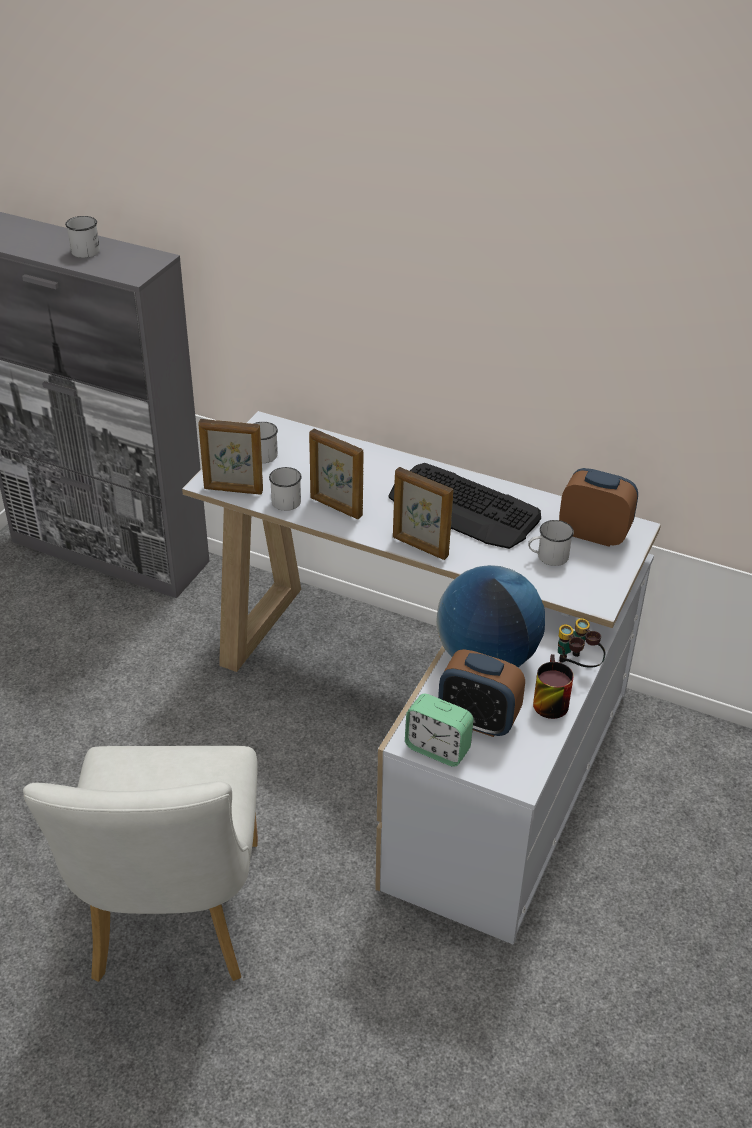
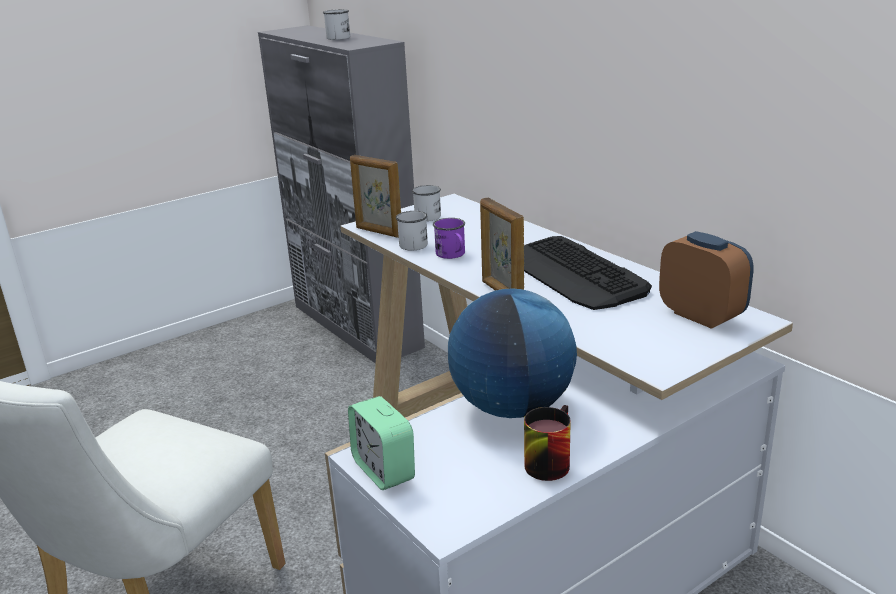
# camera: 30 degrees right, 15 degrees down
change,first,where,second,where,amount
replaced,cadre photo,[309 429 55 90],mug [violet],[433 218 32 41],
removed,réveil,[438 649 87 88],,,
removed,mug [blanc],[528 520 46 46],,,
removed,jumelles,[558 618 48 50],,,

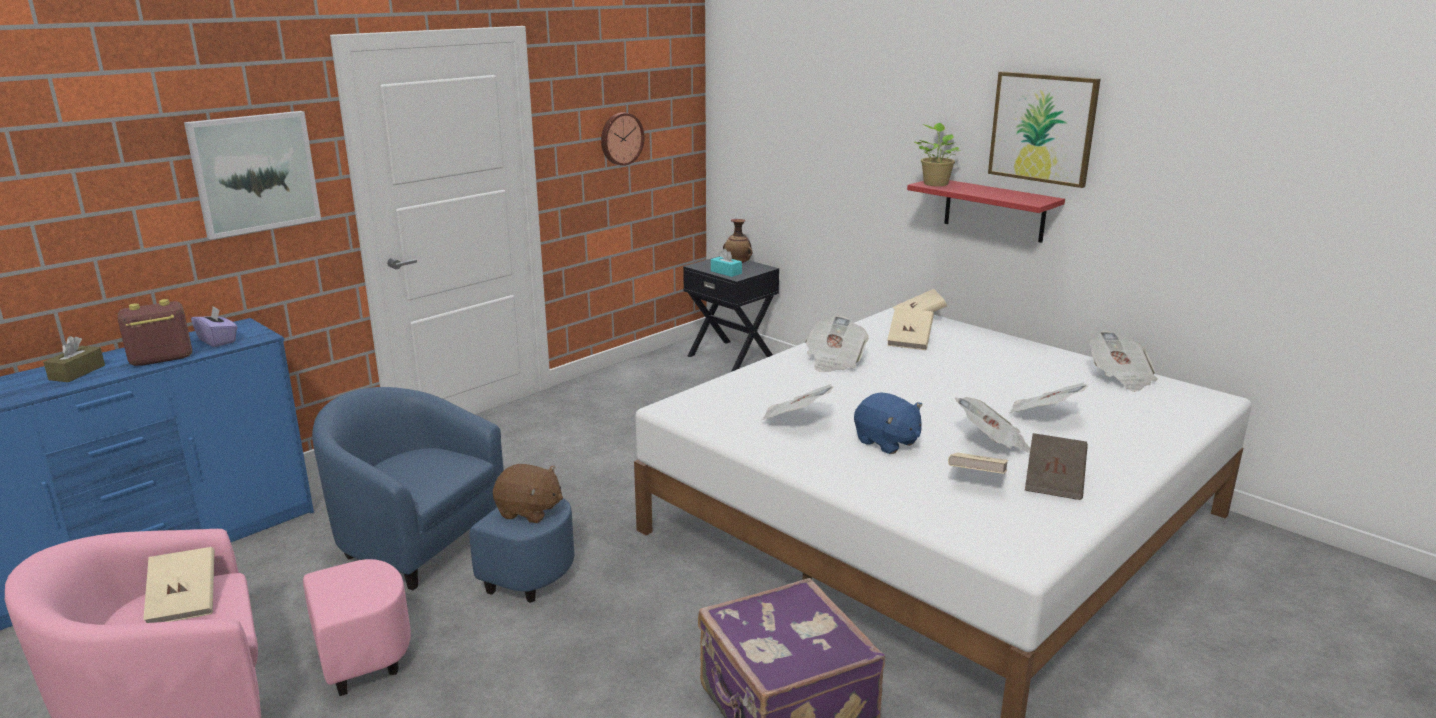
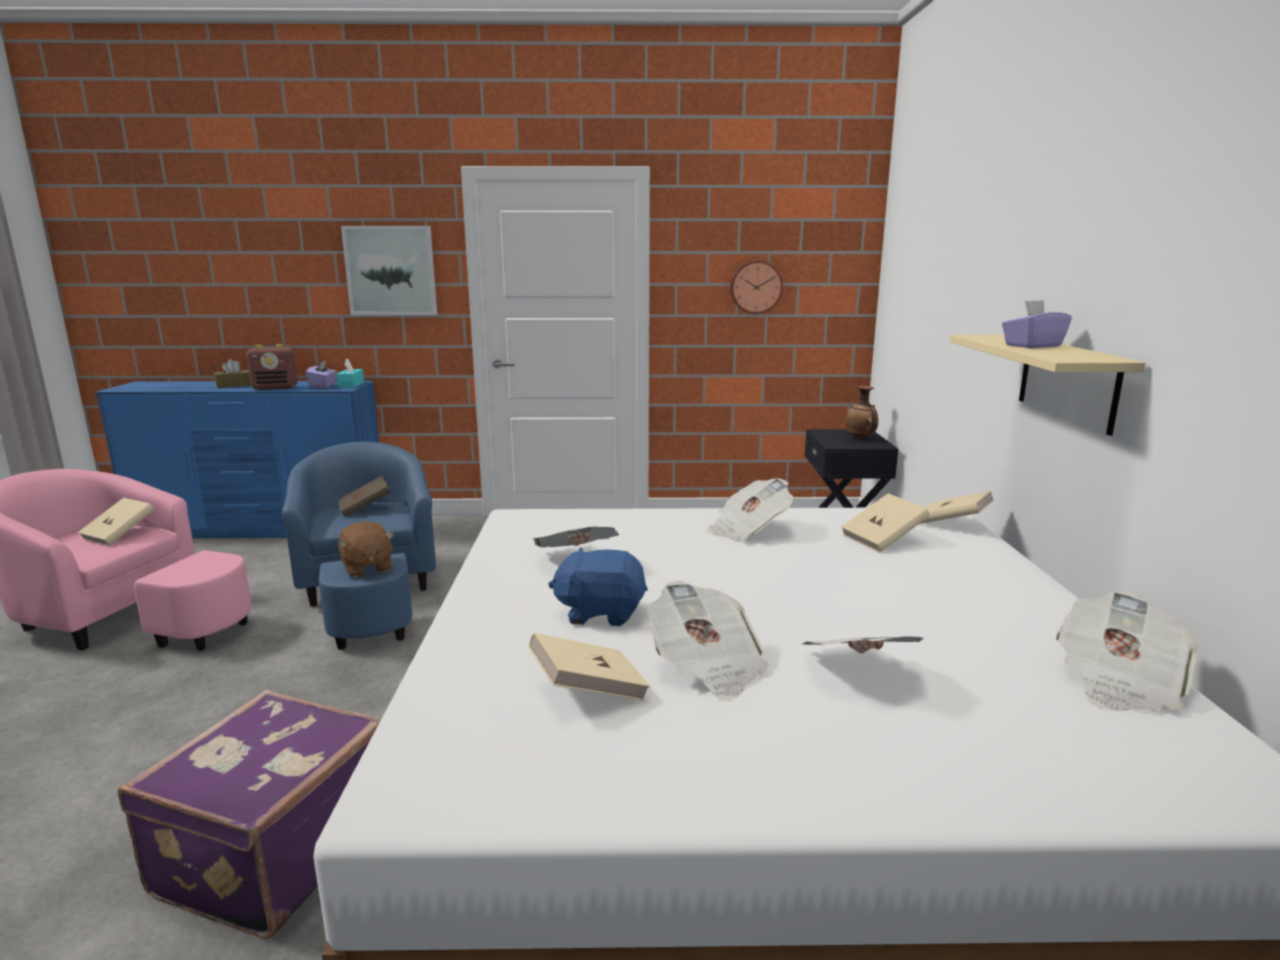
# camera: 45 degrees right, 5 degrees down
change,first,where,second,where,amount
turned,radio,[118 299 74 67],,[247 344 50 46],150 degrees clockwise
moved,boîte à mouchoirs [turquoise],[711 249 31 28],,[336 359 28 29],
moved,livre [marron],[1025 433 63 67],,[338 476 53 41],
turned,peluche [bleu],[854 392 68 62],,[548 547 100 79],90 degrees clockwise
recoloured,étagère [rouge],[907 180 158 63],étagère [beige],[950 335 196 101],
added,,,boîte à mouchoirs [violet],[1002 300 70 48],
removed,plante en pot,[913 123 48 63],,,
removed,tableau,[988 71 113 117],,,

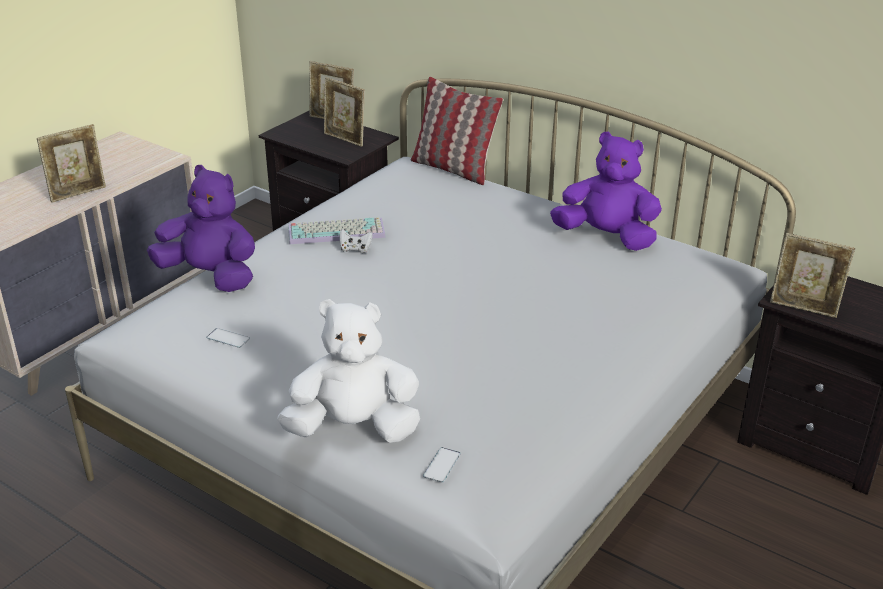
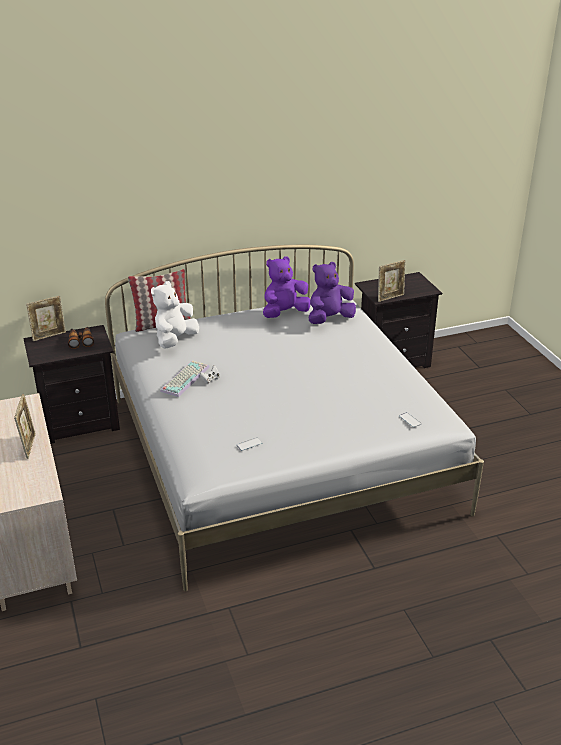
# camera: 55 degrees left, 0 degrees up
change,first,where,second,where,amount
replaced,cadre photo,[324 77 41 70],jumelles,[68 327 26 22],
moved,peluche [blanc],[277 299 143 144],,[151 281 48 68],
moved,peluche [violet],[147 165 108 127],,[309 262 47 62],

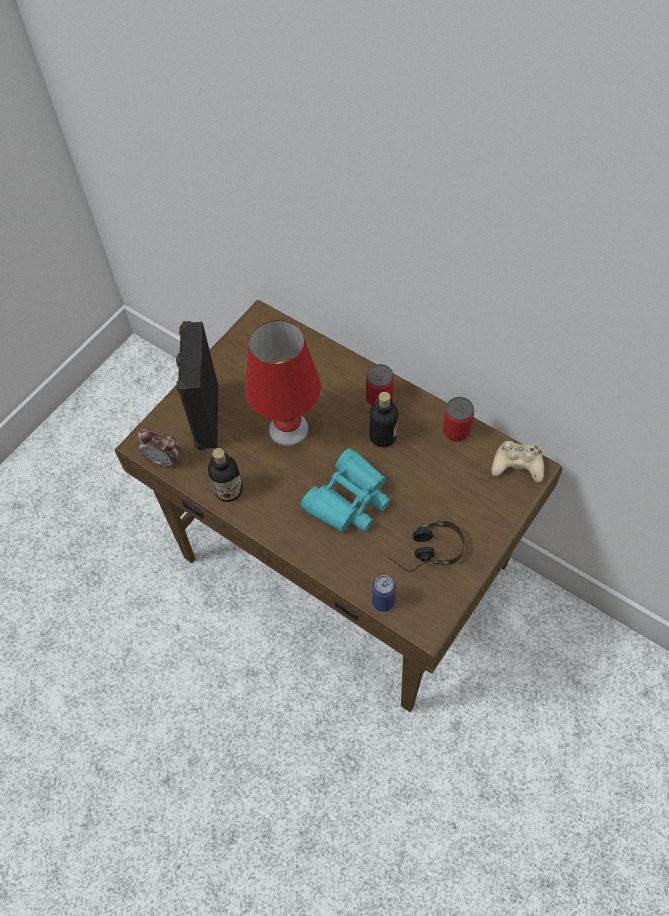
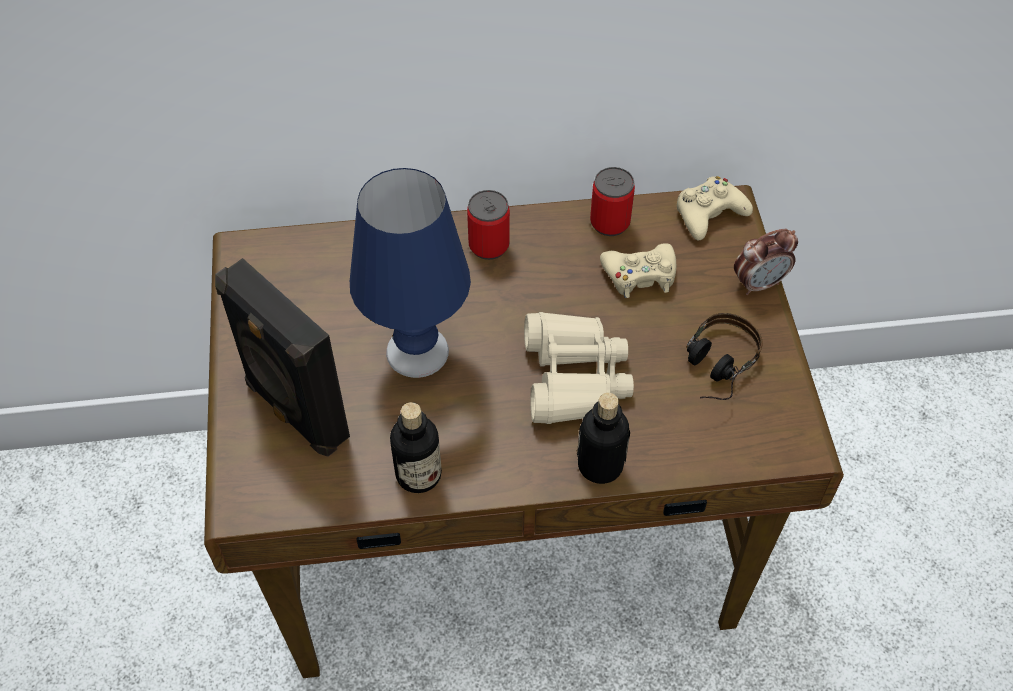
# camera: 45 degrees left, 5 degrees down
change,first,where,second,where,amount
recoloured,lampe de table [rouge],[245 320 76 126],lampe de table [bleu],[350 168 121 210],
recoloured,jumelles [turquoise],[301 448 90 84],jumelles [beige],[524 312 110 112],
moved,bouteille,[369 392 29 55],,[577 393 53 91],
added,,,manette [beige],[600 244 76 54],
moved,réveil,[138 428 42 40],,[734 229 64 66],
removed,boîte métallique,[372 575 24 37],,,

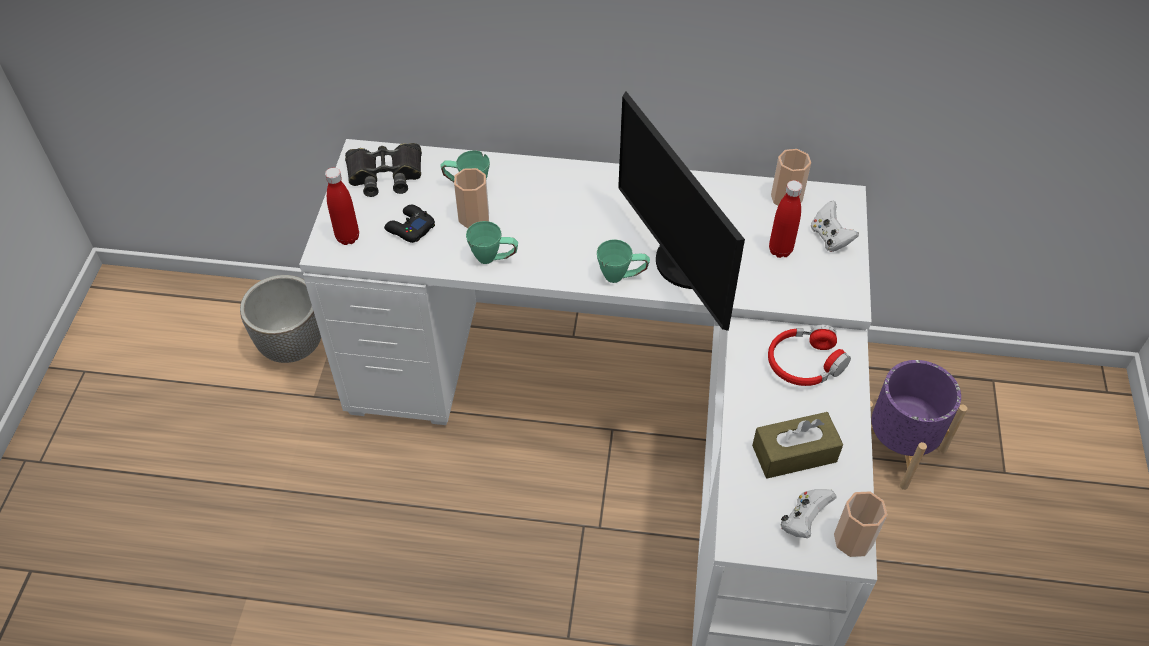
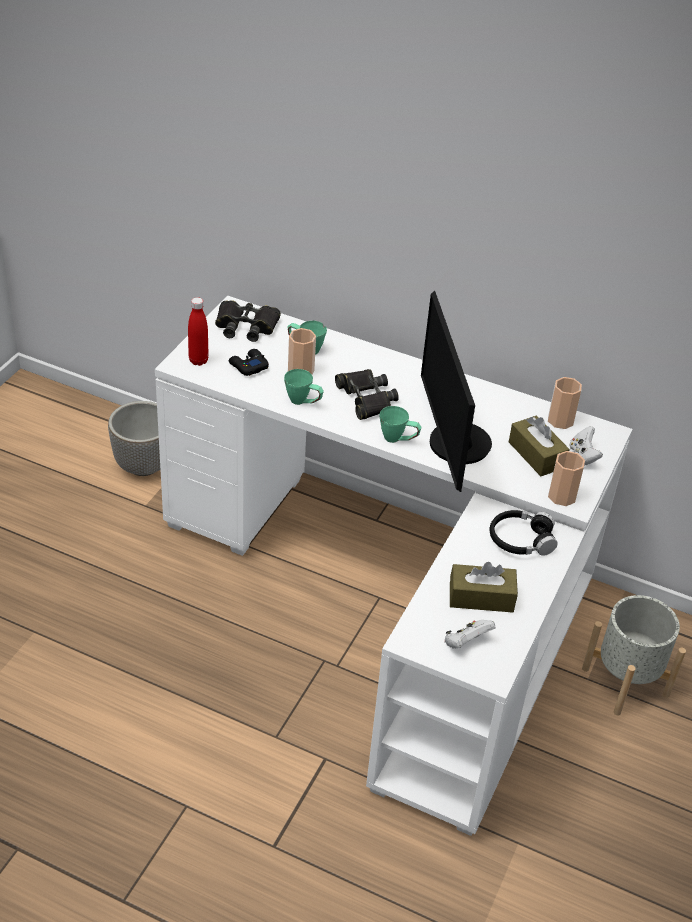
# camera: 15 degrees right, 10 degrees down
change,first,where,second,where,amount
added,,,jumelles [noir],[335 369 64 51],
recoloured,casque audio [rouge],[768 324 83 62],casque audio [noir],[490 510 68 46],
replaced,bouteille [rouge],[769 180 33 78],boîte à mouchoirs [marron],[509 416 61 60],
moved,tasse,[834 491 53 66],,[548 451 37 55],
recoloured,cache-pot [violet],[870 360 97 130],cache-pot [gris],[582 595 104 120],

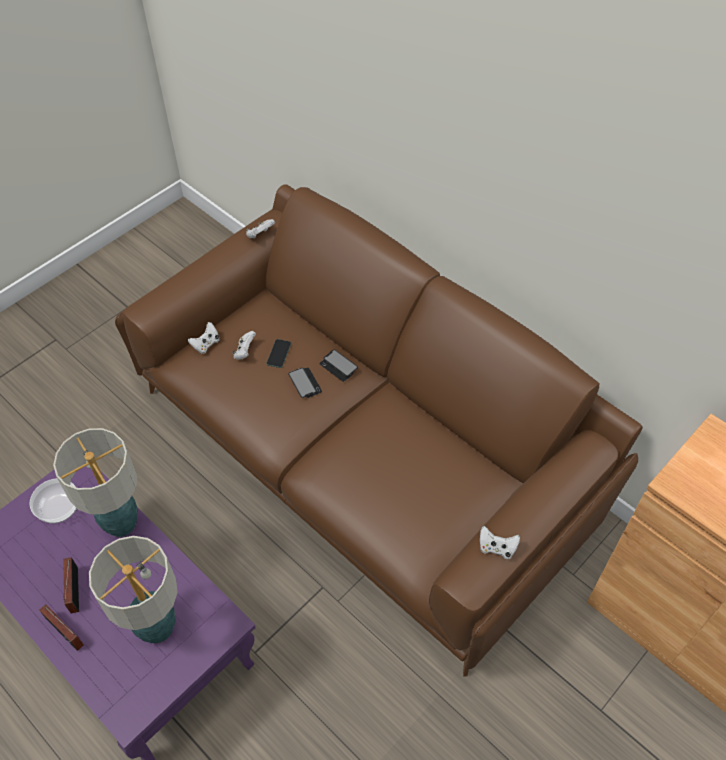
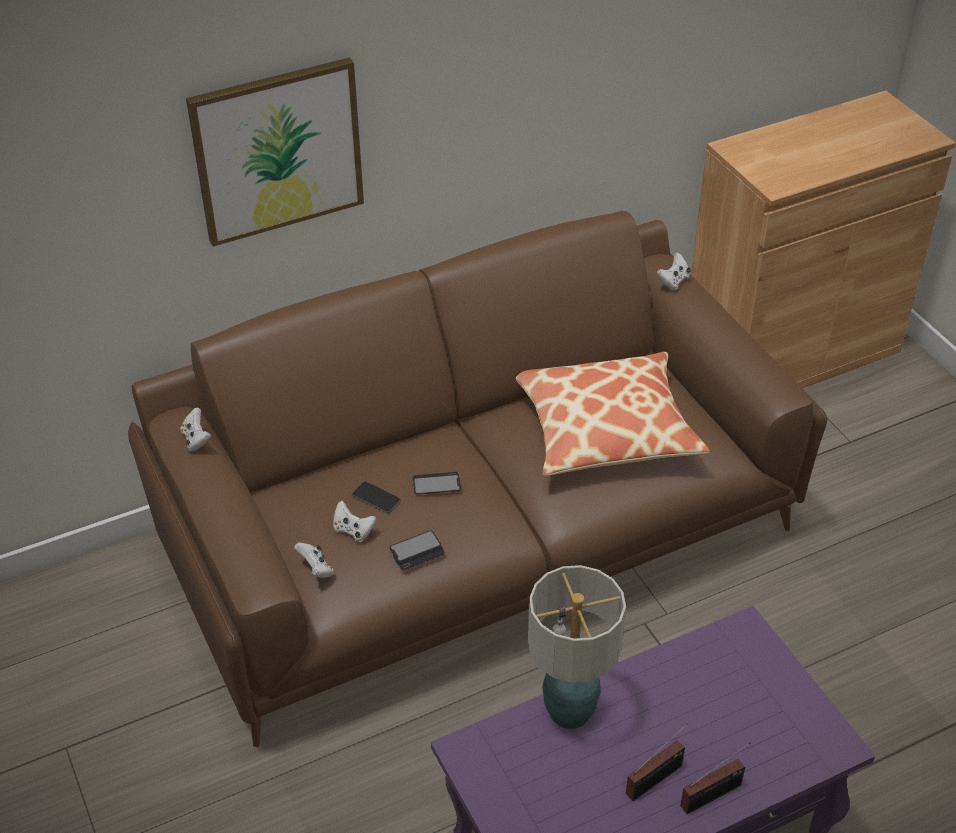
# camera: 70 degrees left, 10 degrees down
change,first,where,second,where,amount
added,,,tableau,[186 57 178 190],
moved,téléphone,[320 349 38 33],,[389 530 56 40],
added,,,coussin,[516 352 194 124],
turned,radio,[63 557 16 56],,[626 723 63 78],45 degrees counterclockwise
moved,manette [blanc],[480 526 40 33],,[657 253 34 37],
removed,bol,[30 478 47 46],,,
removed,lampe de table,[89 536 89 108],,,

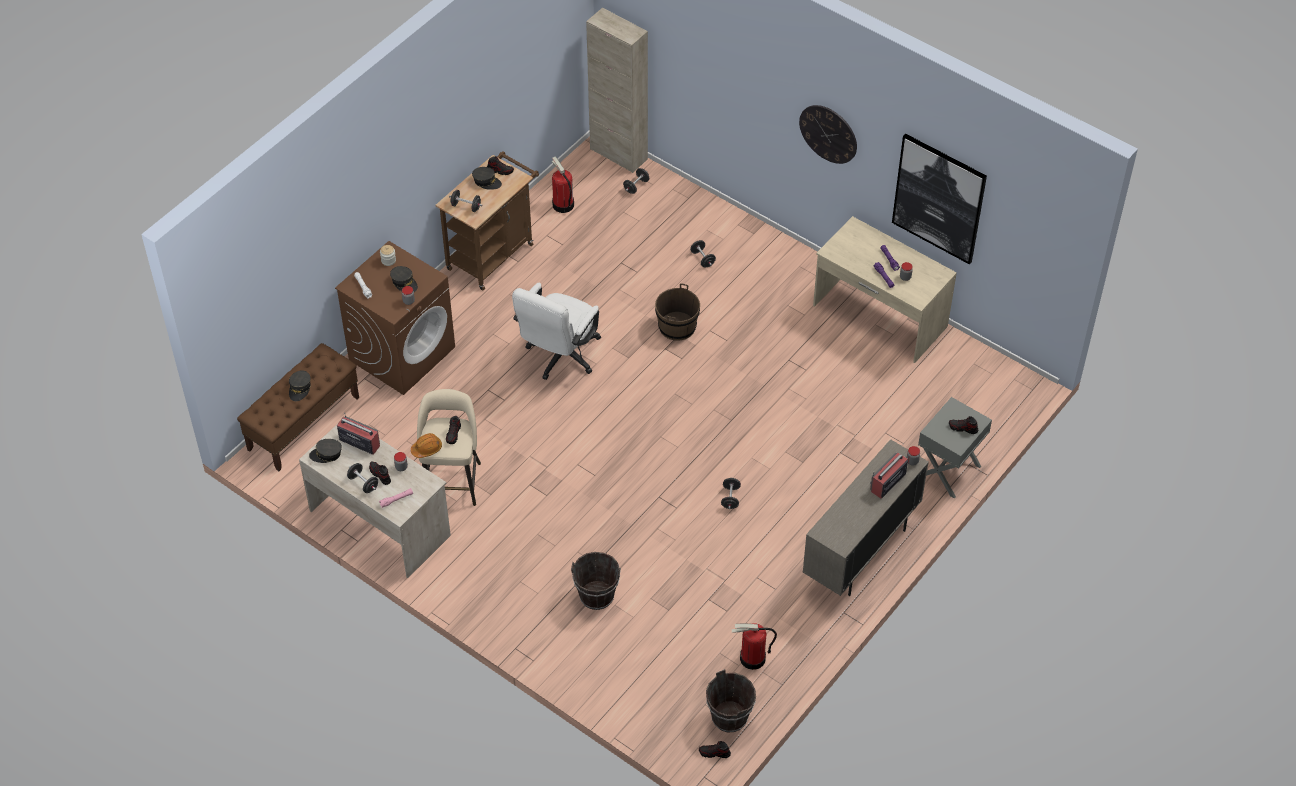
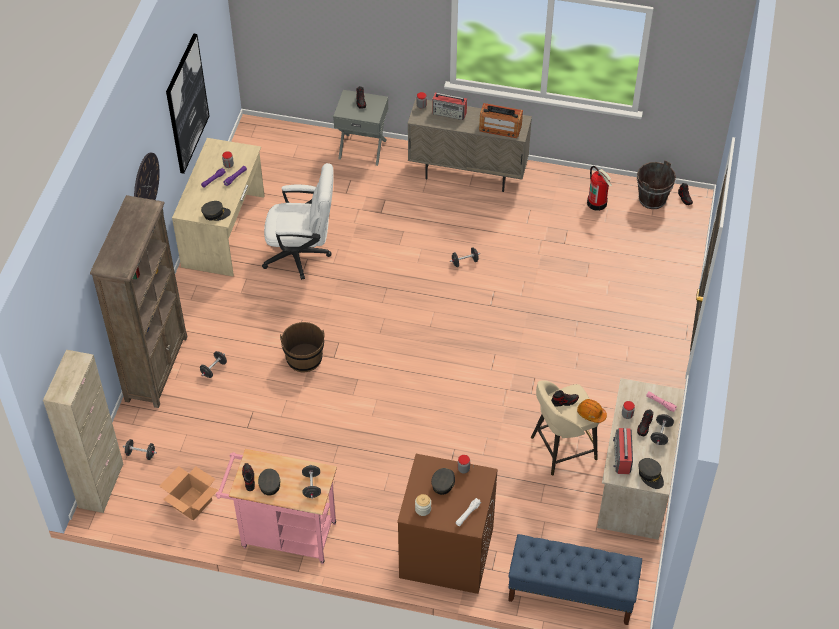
# camera: 115 degrees left, 0 degrees up
change,first,where,second,where,amount
added,,,bibliothèque [marron],[90 195 97 213],
replaced,extincteur,[552 156 22 57],carton,[159 466 59 55],
moved,casquette [gris],[289 371 22 30],,[201 201 30 20],
recoloured,chariot [marron],[436 152 103 138],chariot [rose],[216 449 121 115],
moved,chaise de bureau [blanc],[512 283 89 97],,[262 163 72 117],
added,,,radio,[479 103 44 35],
recoloured,banc [marron],[237 343 122 128],banc [bleu],[508 534 134 91],
removed,seau [marron],[571 552 50 58],,,

